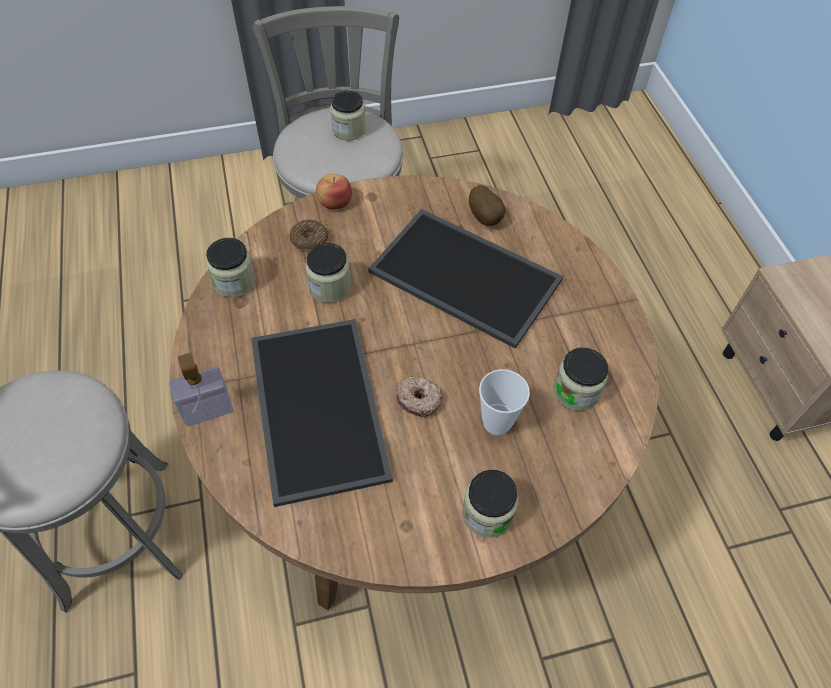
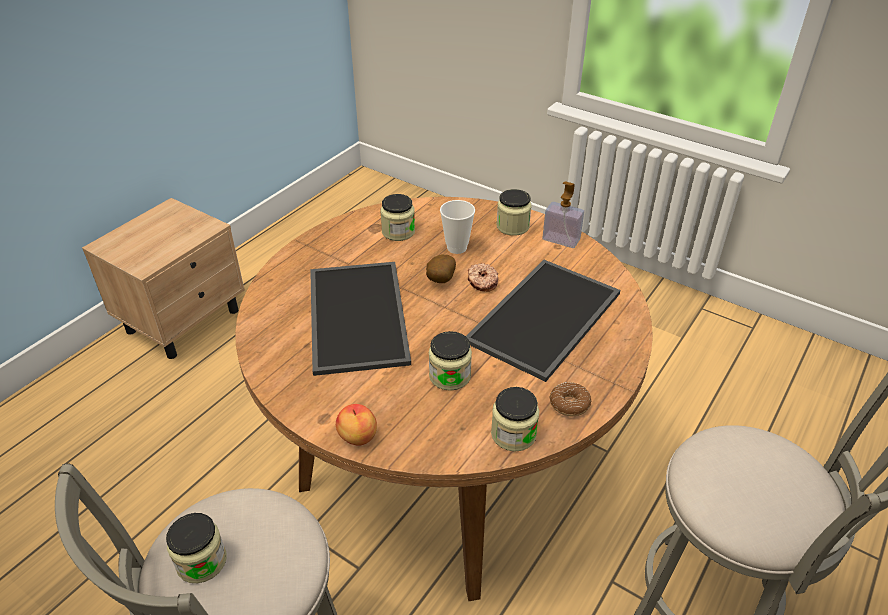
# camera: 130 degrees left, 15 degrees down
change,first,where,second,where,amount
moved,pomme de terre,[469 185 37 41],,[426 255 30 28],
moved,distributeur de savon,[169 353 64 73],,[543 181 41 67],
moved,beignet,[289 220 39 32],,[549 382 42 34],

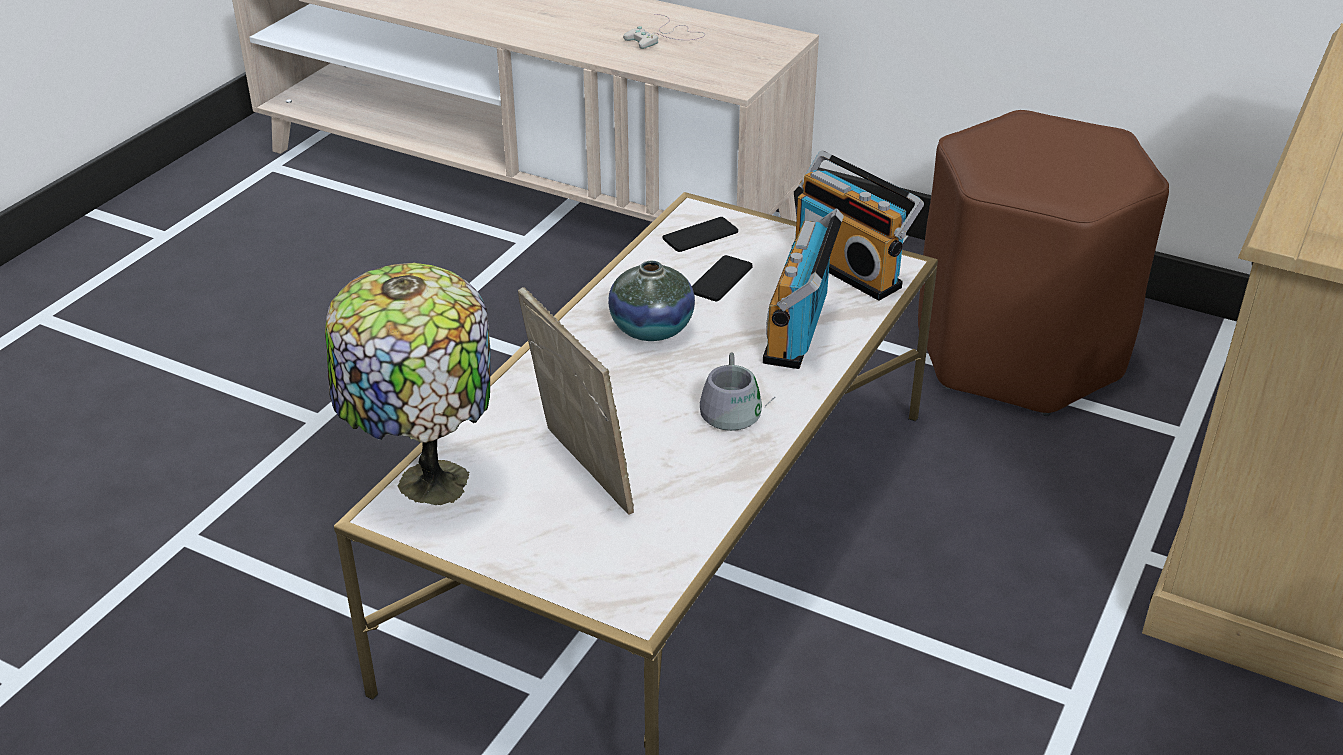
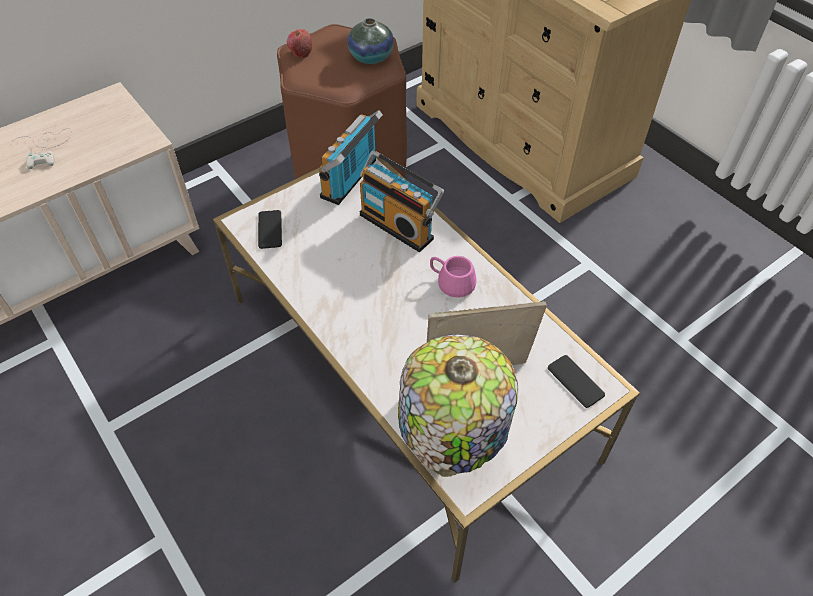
# camera: 65 degrees left, 15 degrees up
change,first,where,second,where,amount
added,,,pomme,[287 29 25 29],
turned,radio,[795 151 129 150],,[319 110 64 95],135 degrees clockwise
moved,vase,[608 261 87 80],,[347 18 47 46],
recoloured,mug [gris],[700 352 75 79],mug [rose],[430 256 47 42],
moved,téléphone,[692 255 61 46],,[548 355 57 53],

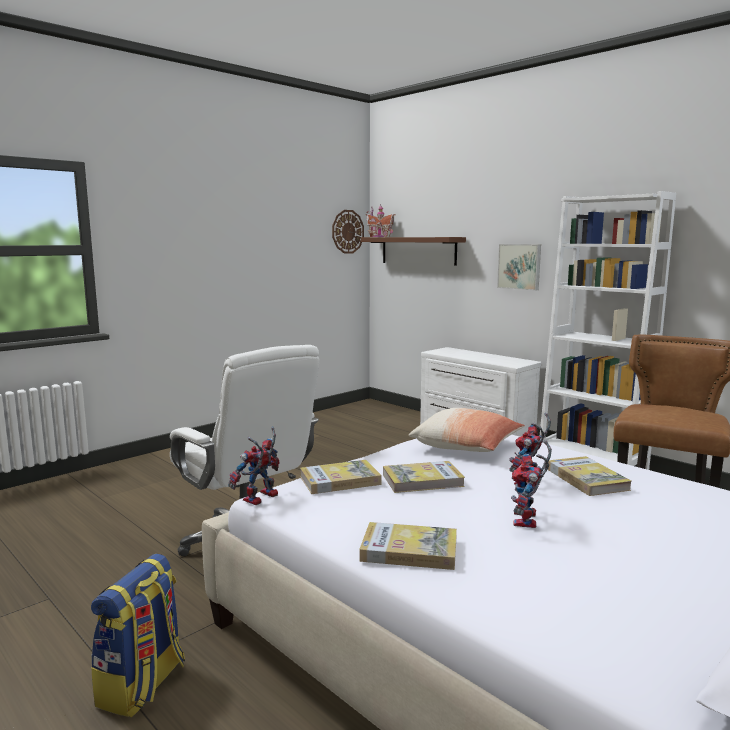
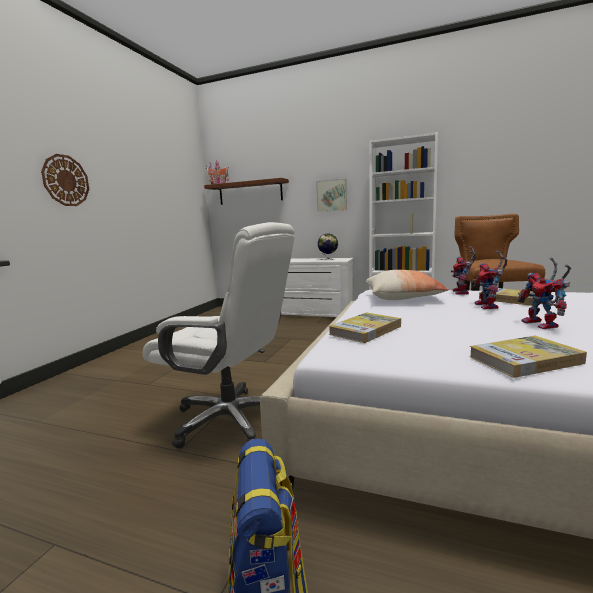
# camera: 25 degrees left, 0 degrees up
change,first,where,second,where,amount
moved,horloge murale,[332 210 32 44],,[41 154 48 52],
added,,,globe,[318 233 20 27],
moved,robot jouet,[228 427 51 78],,[451 246 25 48],
removed,livre,[383 461 82 32],,,

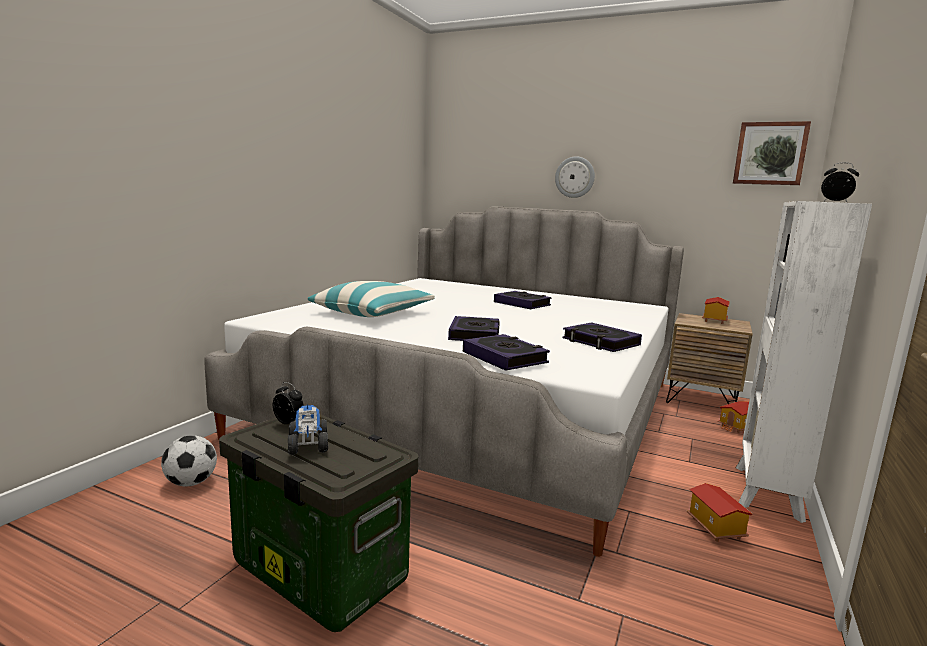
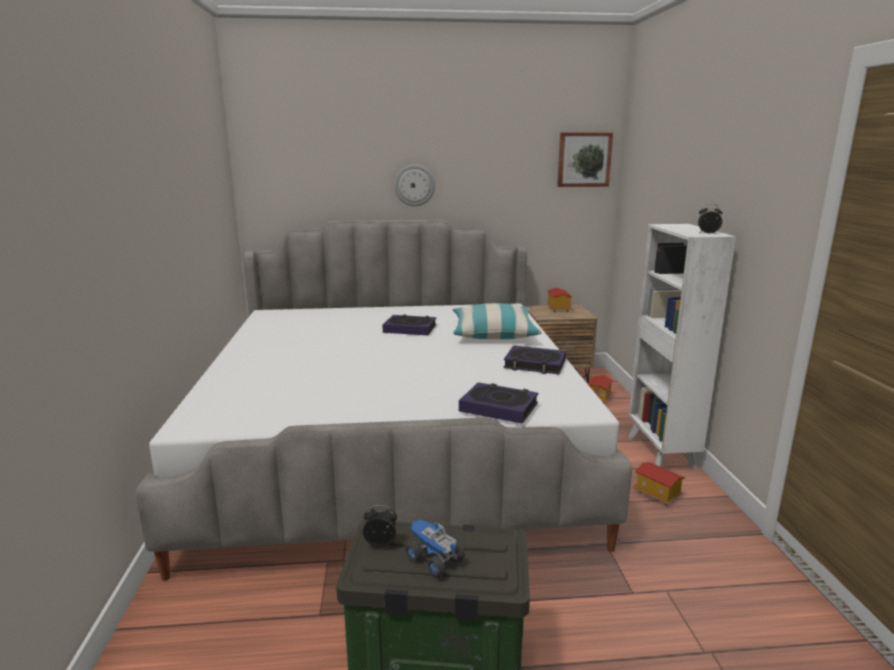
# camera: 30 degrees left, 5 degrees up
change,first,where,second,where,amount
moved,coussin,[308 281 127 36],,[453 303 89 36],
removed,ballon de foot,[161 435 56 51],,,
removed,livre,[448 316 52 25],,,

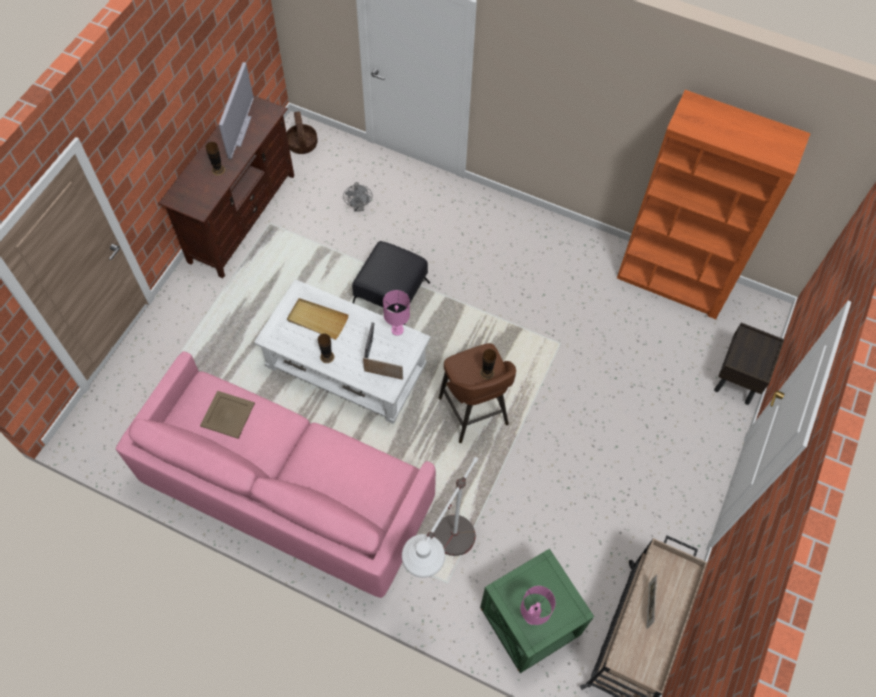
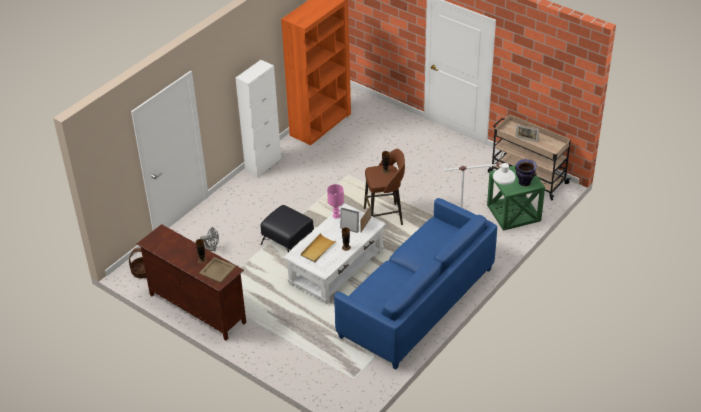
# camera: 75 degrees left, 20 degrees down
change,first,where,second,where,amount
moved,plateau [beige],[200 391 55 48],,[199 257 37 26],
added,,,meuble de rangement [blanc],[236 60 45 117],
recoloured,canapé [rose],[116 351 320 247],canapé [bleu],[334 198 163 172],
replaced,lampe de table [rose],[521 586 35 39],vase,[515 159 22 27],
removed,téléviseur,[219 62 35 97],,,
removed,table de chevet [marron],[714 323 70 82],,,

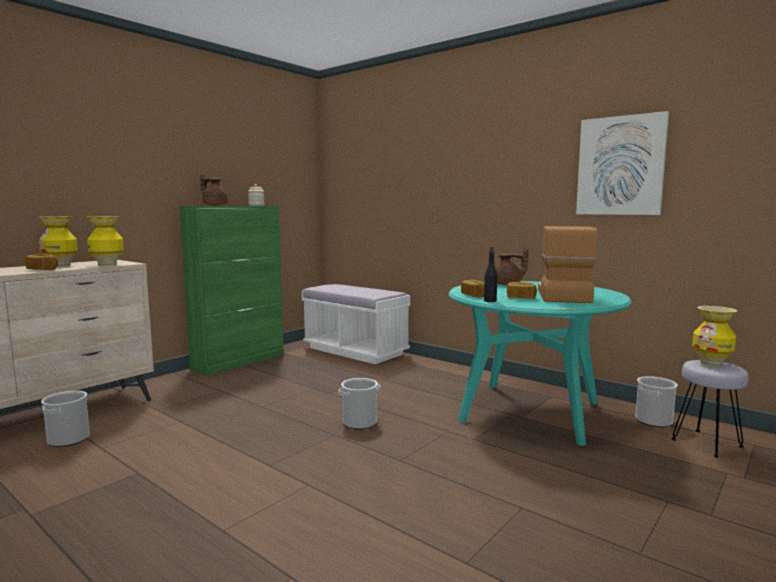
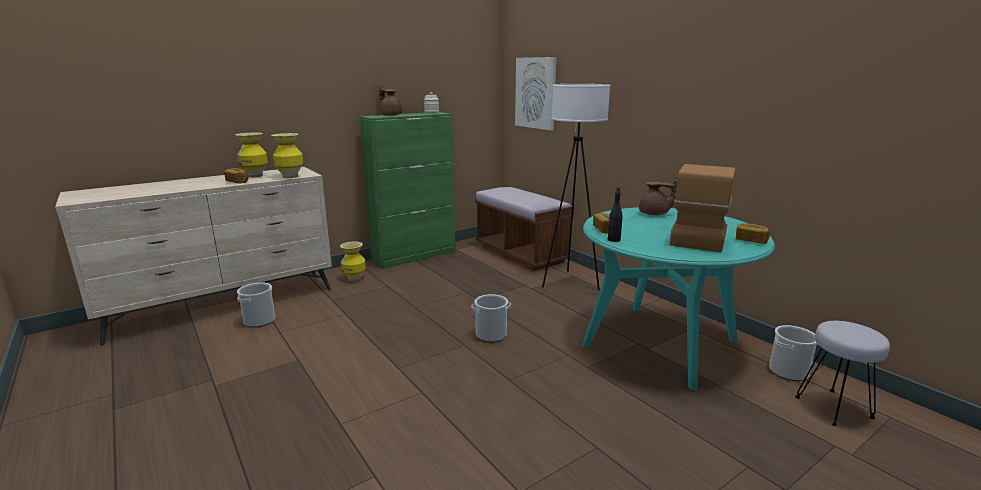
# camera: 15 degrees right, 10 degrees up
change,first,where,second,where,amount
moved,vase,[692 306 45 61],,[340 241 26 41],
recoloured,banc [blanc],[302 284 108 80],banc [marron],[475 187 100 84],
moved,tableau,[576 111 93 104],,[515 57 41 73],
added,,,lampadaire [blanc],[542 84 68 206],
moved,pain,[507 282 30 17],,[736 223 34 21],

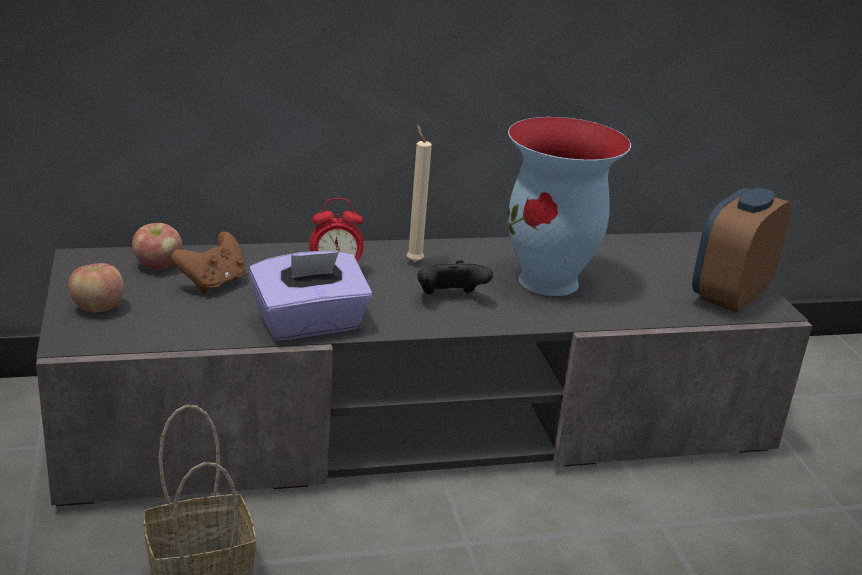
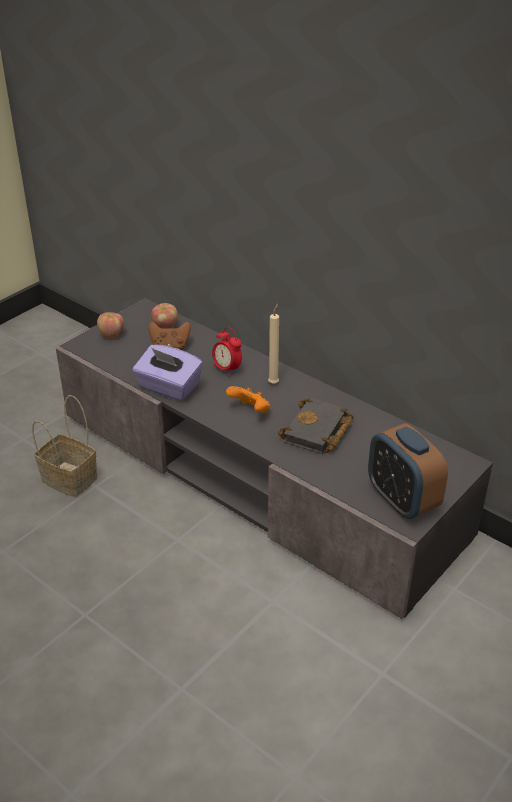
# camera: 55 degrees right, 10 degrees up
change,first,where,second,where,amount
recoloured,manette [noir],[417 260 76 34],manette [orange],[226 386 44 28],
replaced,vase,[508 117 123 179],livre [noir],[278 398 76 56],
turned,réveil,[692 187 99 126],,[368 423 80 96],120 degrees counterclockwise

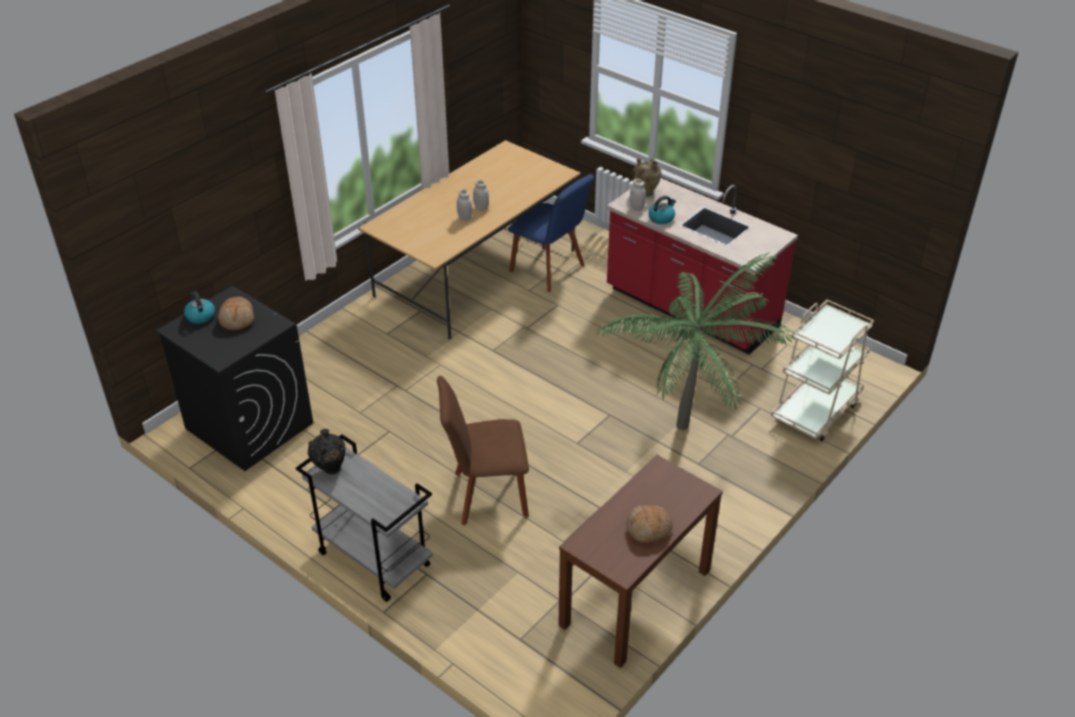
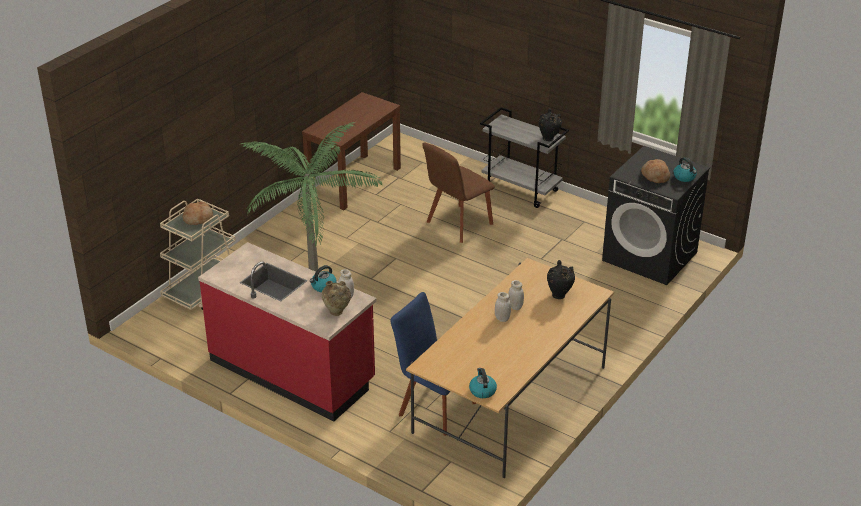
# camera: 175 degrees right, 5 degrees down
change,first,where,second,where,amount
moved,pain,[627 505 46 38],,[182 201 31 24],
turned,chaise [marron],[437 376 92 150],,[422 142 73 101],150 degrees clockwise
added,,,bouilloire,[469 368 28 30],
added,,,vase [noir],[547 260 28 39],

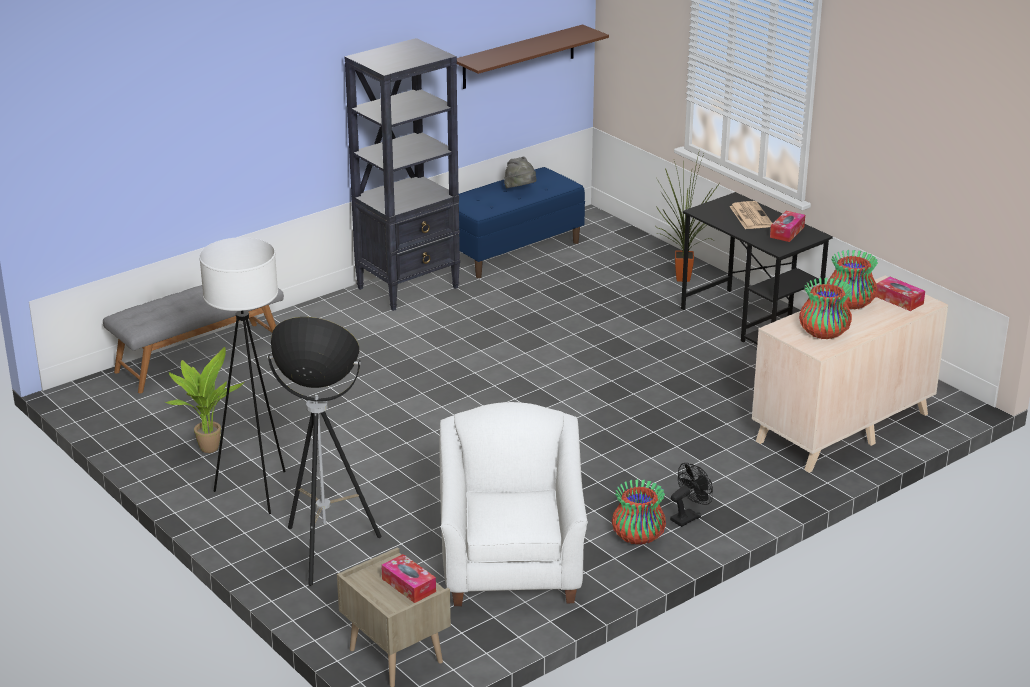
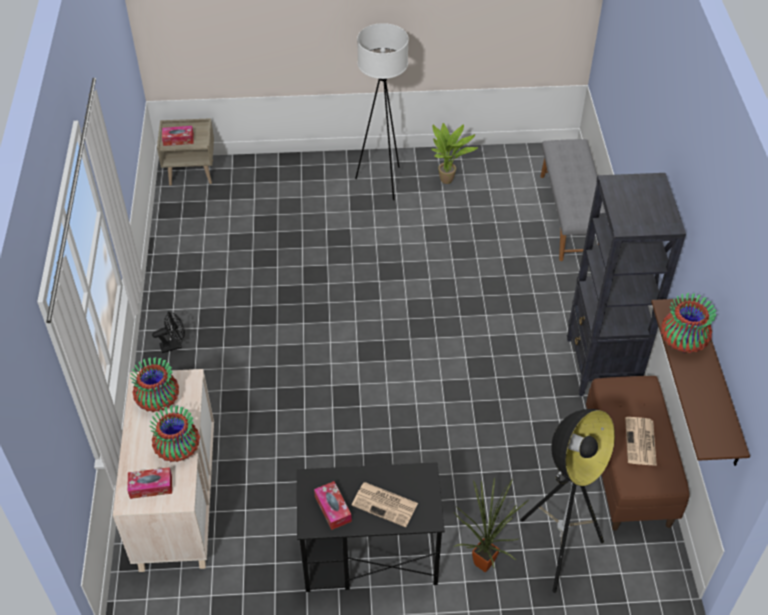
# camera: 125 degrees right, 20 degrees up
change,first,where,second,where,amount
turned,ventilateur [noir],[670 463 43 64],,[152 311 33 42],105 degrees counterclockwise
moved,lampadaire,[267 317 114 269],,[520 409 95 184],
recoloured,banc [bleu],[459 167 126 111],banc [marron],[586 376 104 155],
replaced,chapeau [gris],[504 157 32 31],journal,[625 417 32 49],
moved,vase,[612 479 54 66],,[661 293 56 60],
removed,fauteuil [blanc],[440 402 148 204],,,

